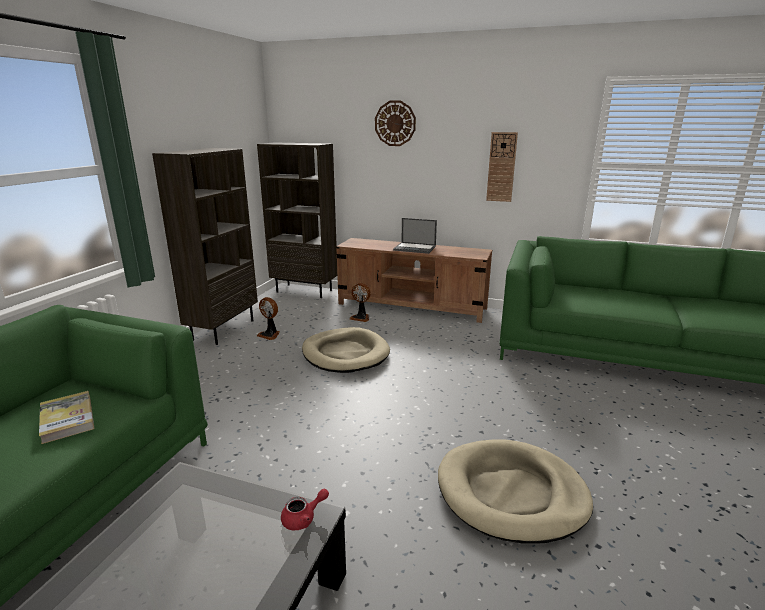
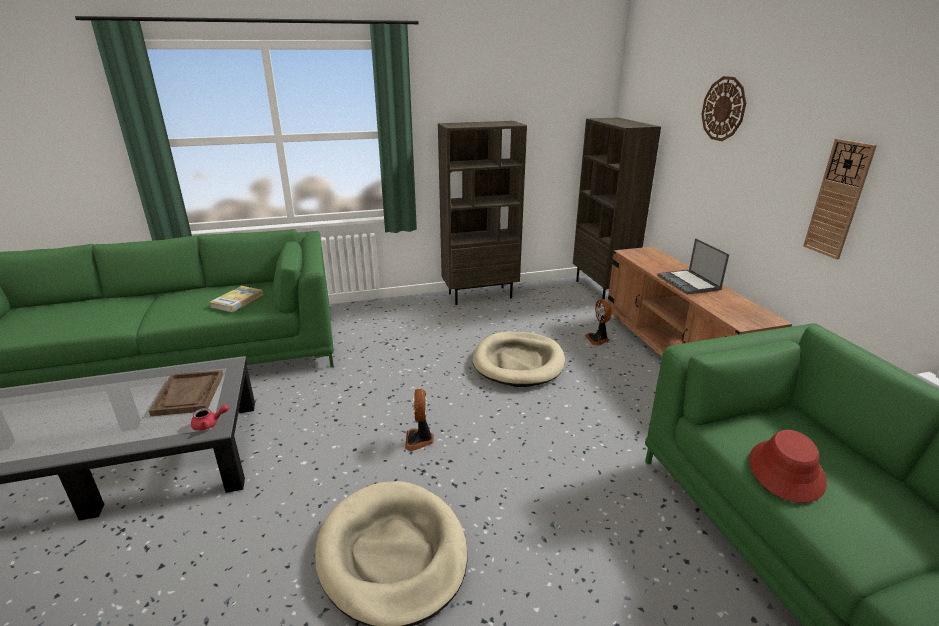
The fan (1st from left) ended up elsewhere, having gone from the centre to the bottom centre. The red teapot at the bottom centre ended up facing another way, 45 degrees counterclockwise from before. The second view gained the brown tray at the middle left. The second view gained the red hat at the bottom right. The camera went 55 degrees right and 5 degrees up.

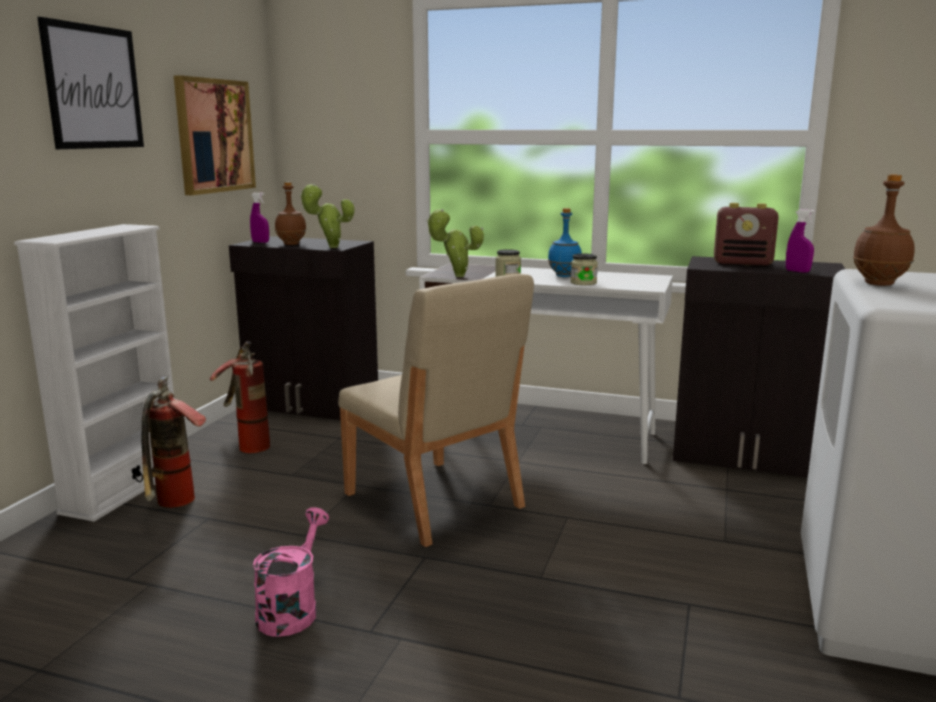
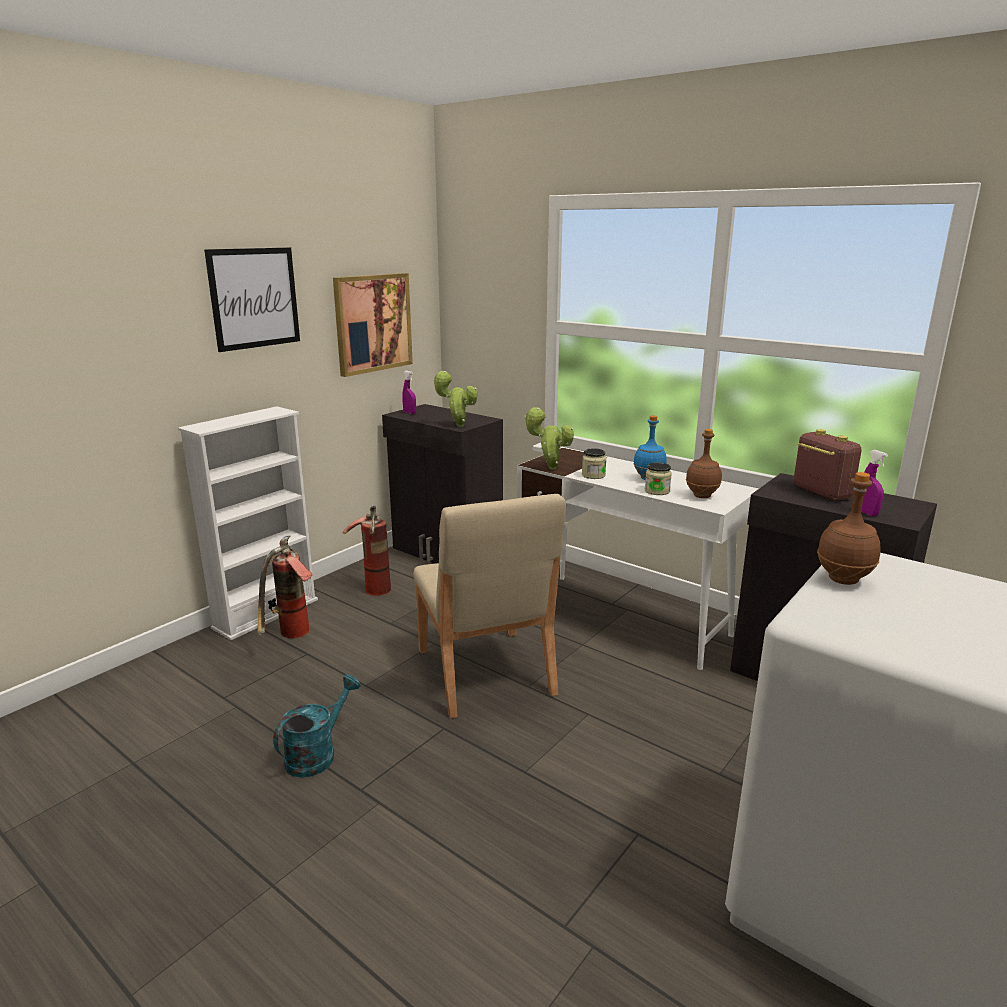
The brown bottle (1st from left) ended up elsewhere, having gone from the top left to the middle right. The radio at the middle right ended up facing another way, 150 degrees counterclockwise from before. What was the pink watering can at the bottom left turned into the turquoise watering can at the bottom left. The camera went 20 degrees right and 5 degrees up.

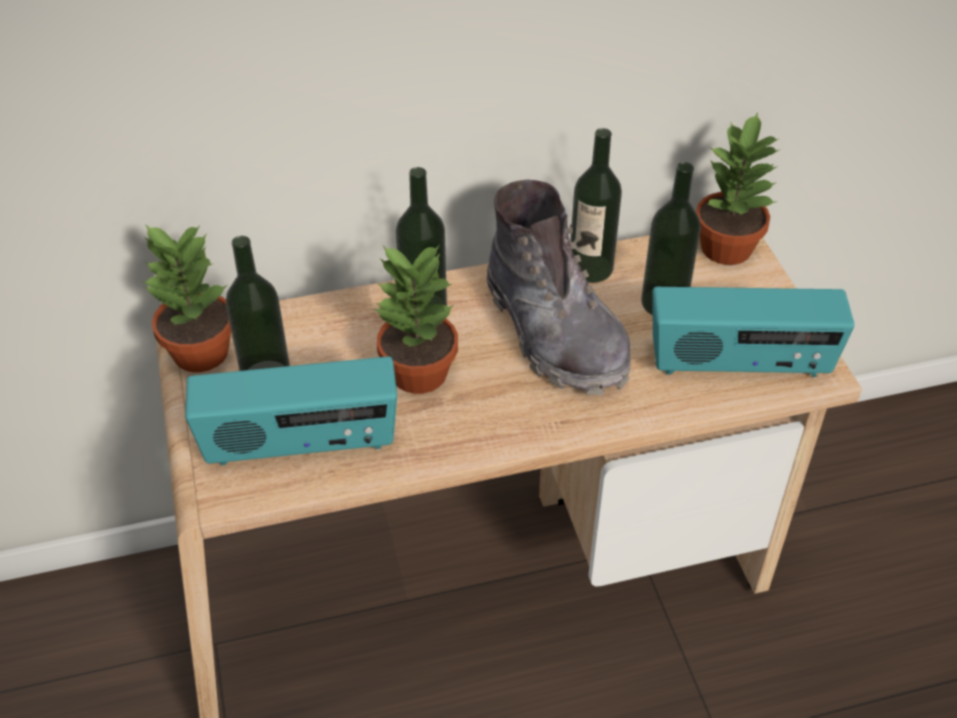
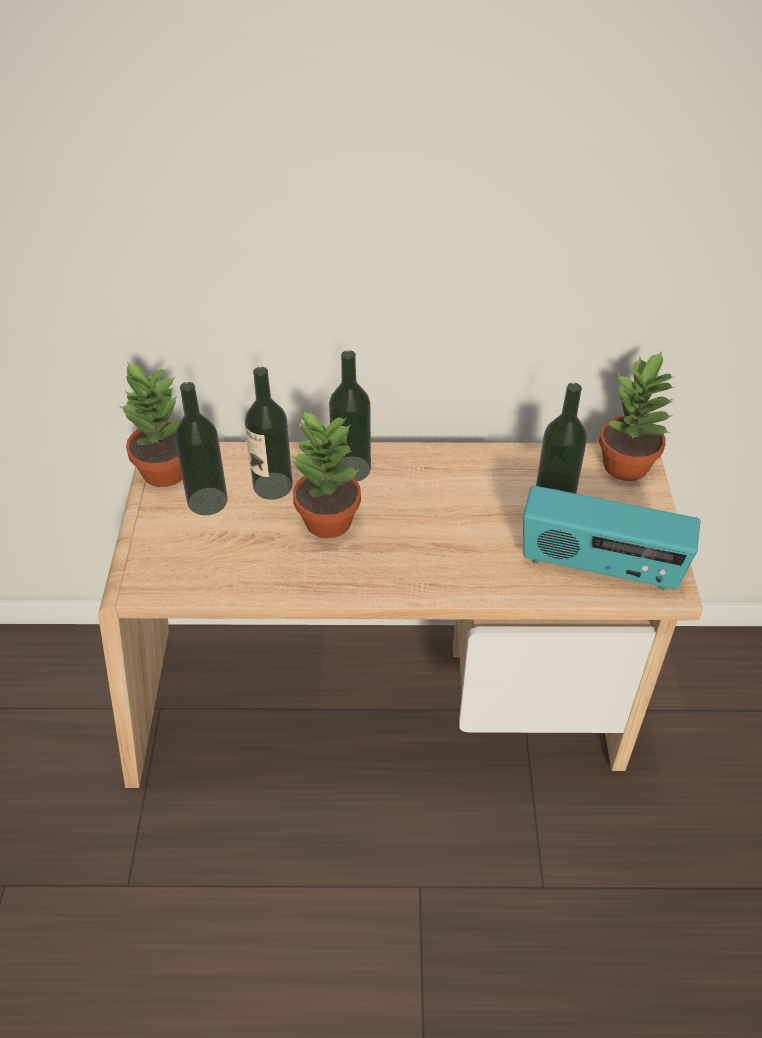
The bottle (3rd from left in the first image) ended up elsewhere, having gone from the top centre to the centre. The second view lost the grey boot at the centre. The second view lost the radio (1st from left) at the middle left. The camera went 15 degrees right and 0 degrees up.

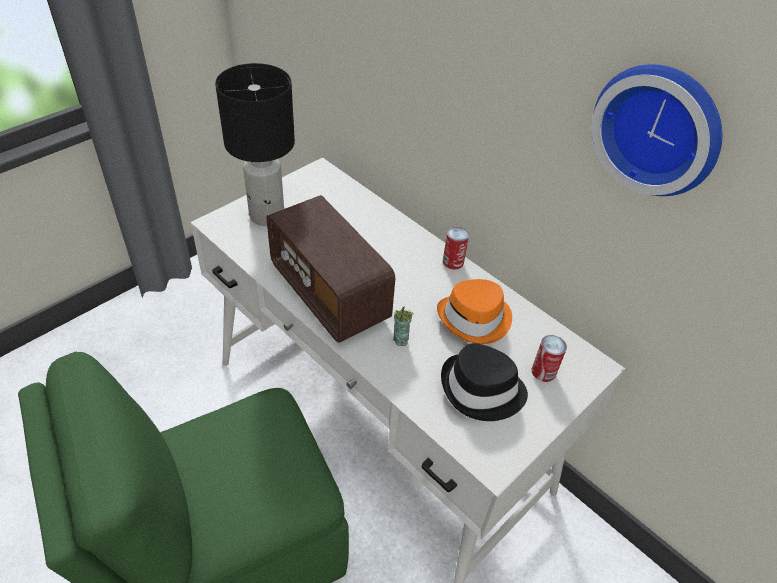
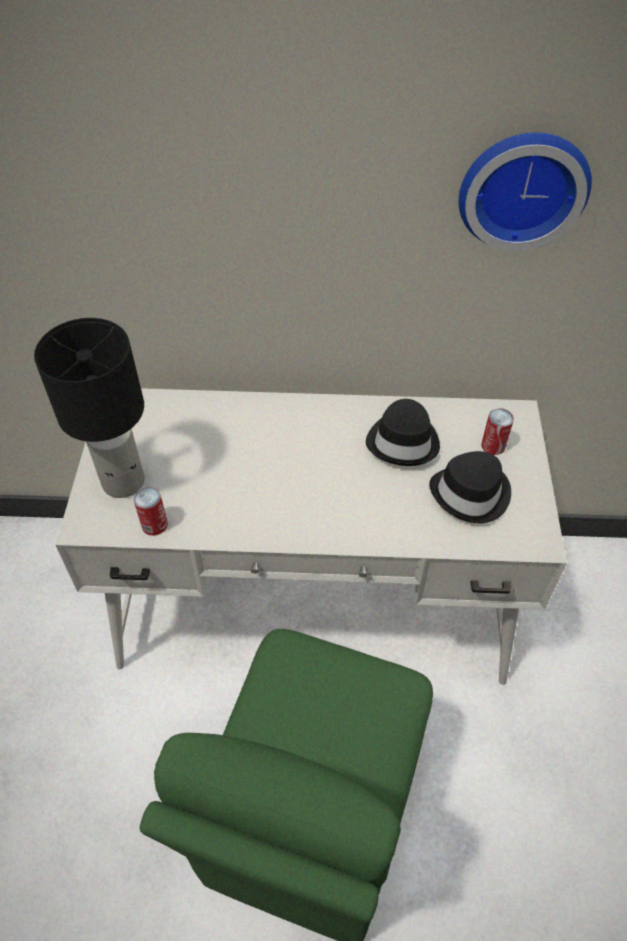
The second view lost the radio at the centre. The can (1st from left) ended up elsewhere, having gone from the centre to the middle left. What was the orange hat at the centre turned into the black hat (1st from left) at the centre. The second view lost the cup at the centre. The camera went 40 degrees left and 5 degrees up.

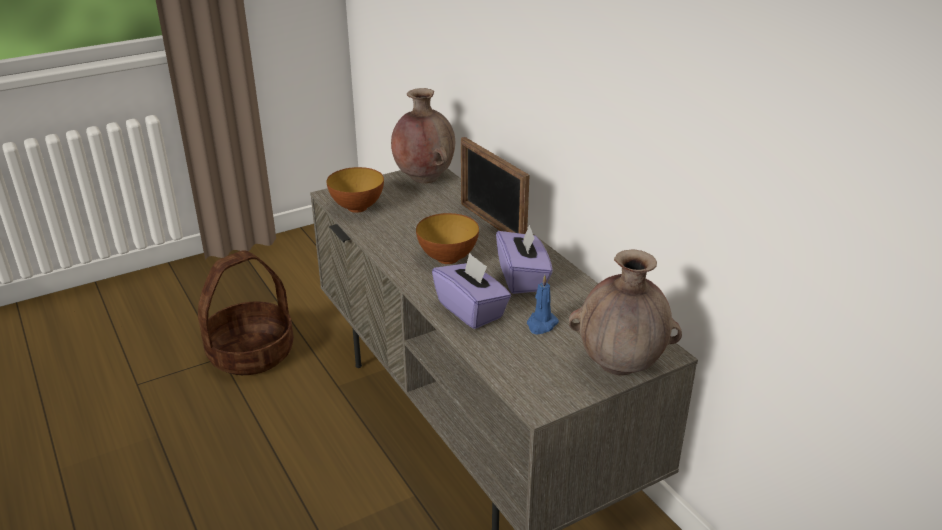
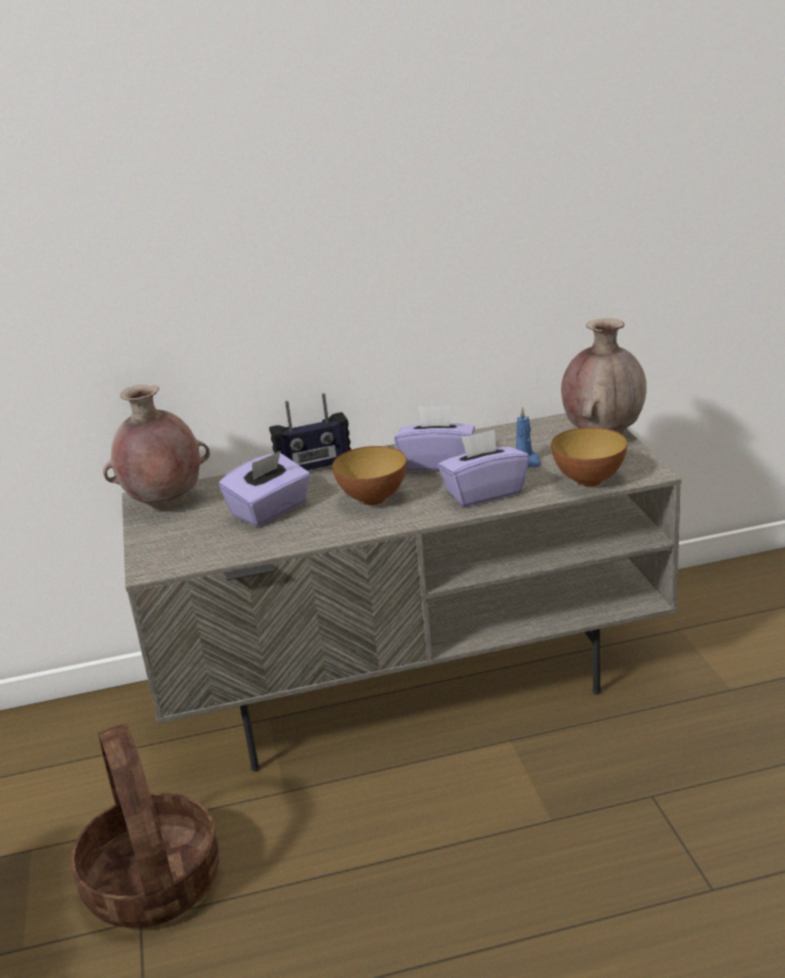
Where the picture frame stood at the centre, the radio came to stand at the centre. The bowl (1st from left in the first image) ended up elsewhere, having gone from the centre to the middle right. The second view gained the purple tissue box (1st from left) at the centre. The camera went 70 degrees left and 5 degrees down.

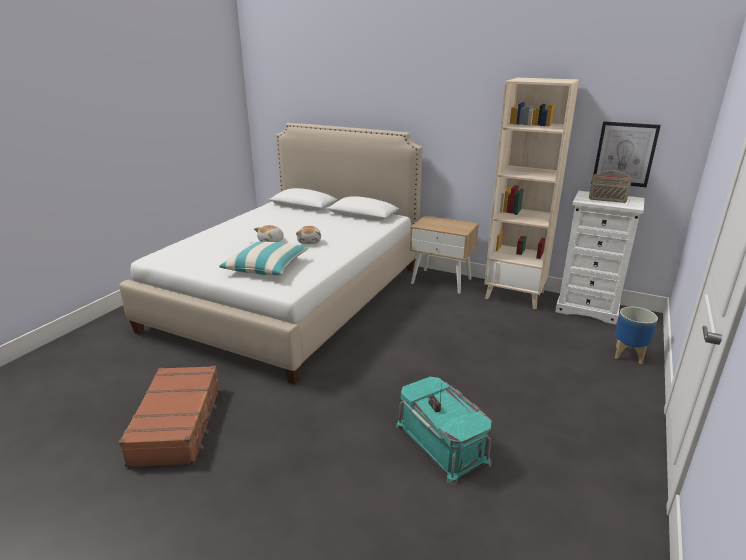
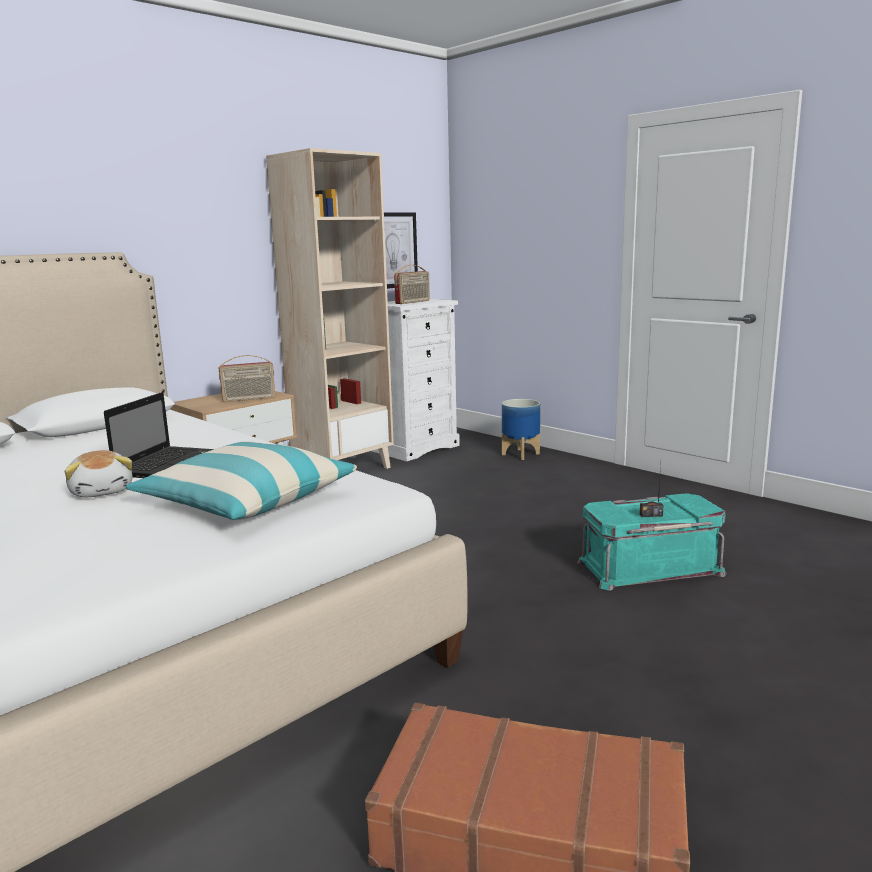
Where the plush toy (2nd from left) stood at the centre, the laptop came to stand at the middle left. The second view gained the radio (1st from left) at the middle left. The camera went 70 degrees left and 10 degrees down.

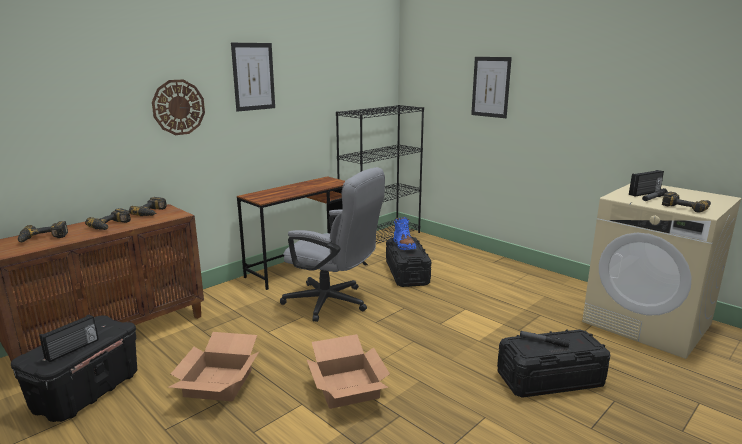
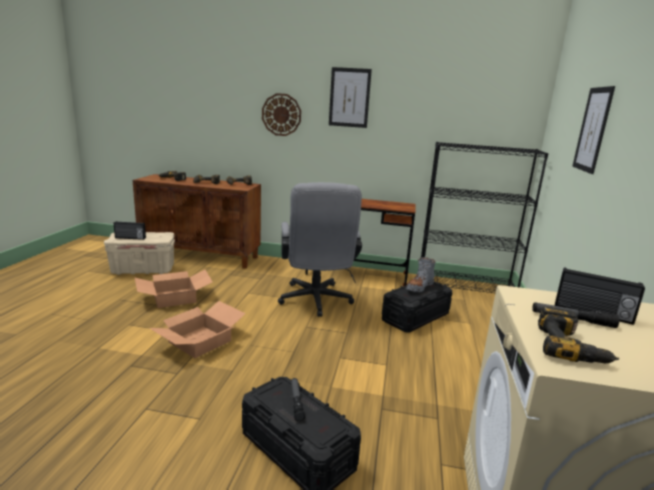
What was the blue boot at the centre turned into the grey boot at the centre. What was the black storage box (1st from left) at the bottom left turned into the beige storage box at the middle left. The camera went 55 degrees right and 0 degrees up.

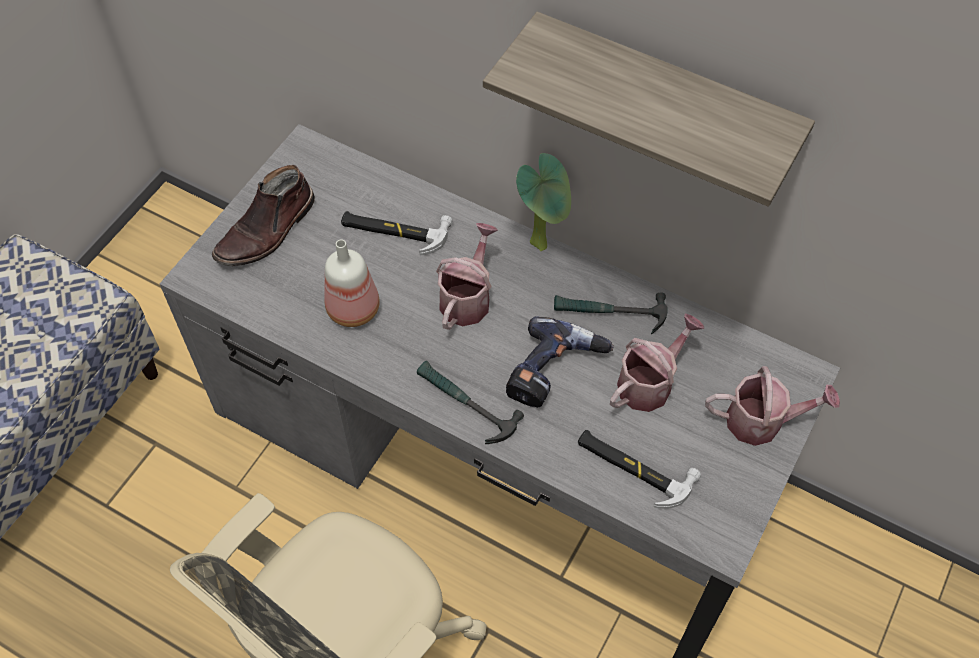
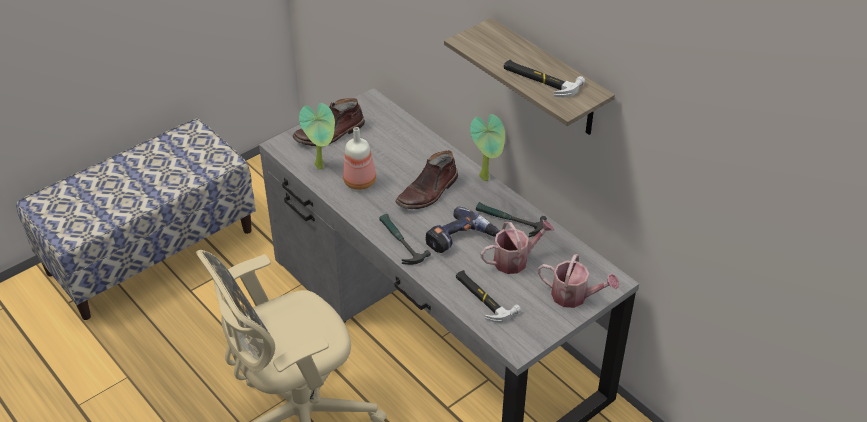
The hammer (1st from left in the first image) ended up elsewhere, having gone from the centre to the top centre. Where the watering can (1st from left) stood at the centre, the brown boot (2nd from left) came to stand at the centre. The second view gained the potted plant (1st from left) at the top centre. The camera went 20 degrees right and 15 degrees down.

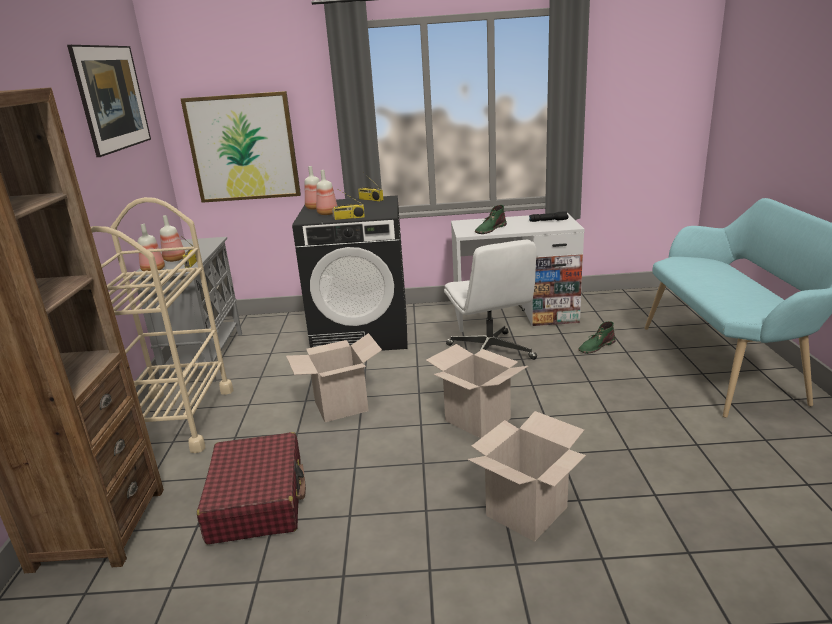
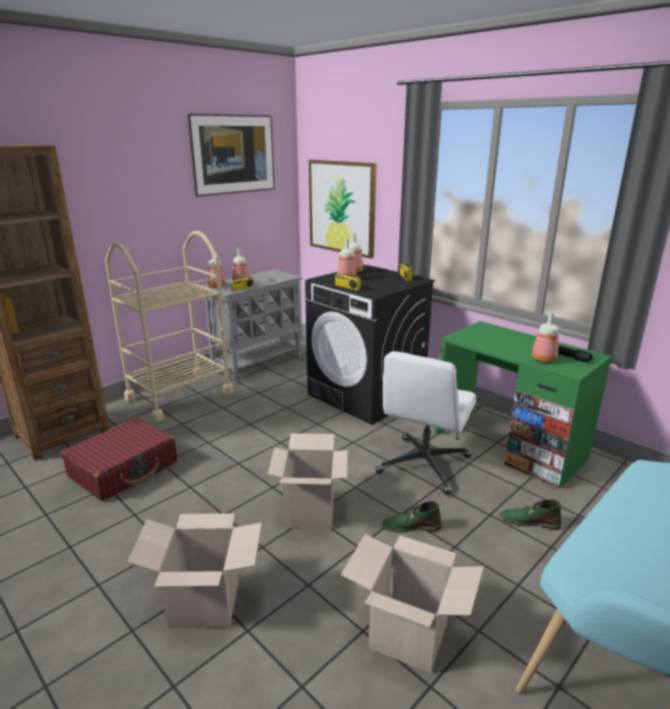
The green boot (1st from left) ended up elsewhere, having gone from the centre to the bottom centre. What was the white desk at the centre turned into the green desk at the middle right. The cardboard box (1st from left in the first image) ended up elsewhere, having gone from the centre to the bottom centre. The second view gained the bottle (5th from left) at the middle right. The camera went 45 degrees right and 0 degrees up.

